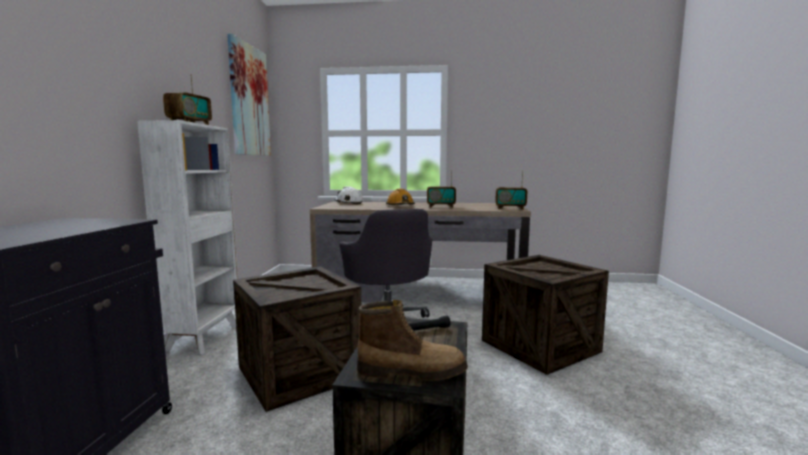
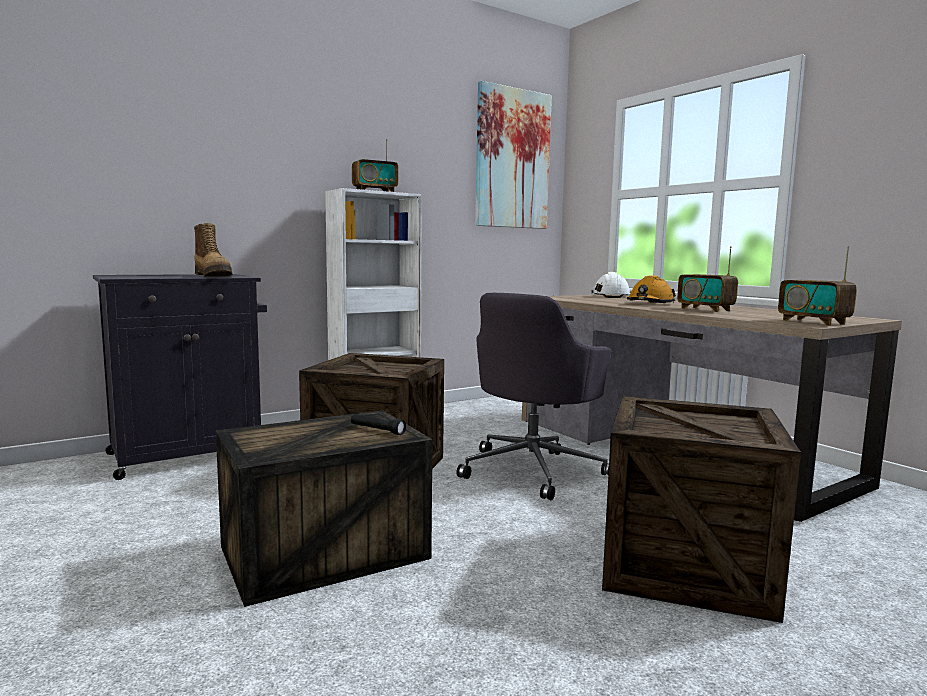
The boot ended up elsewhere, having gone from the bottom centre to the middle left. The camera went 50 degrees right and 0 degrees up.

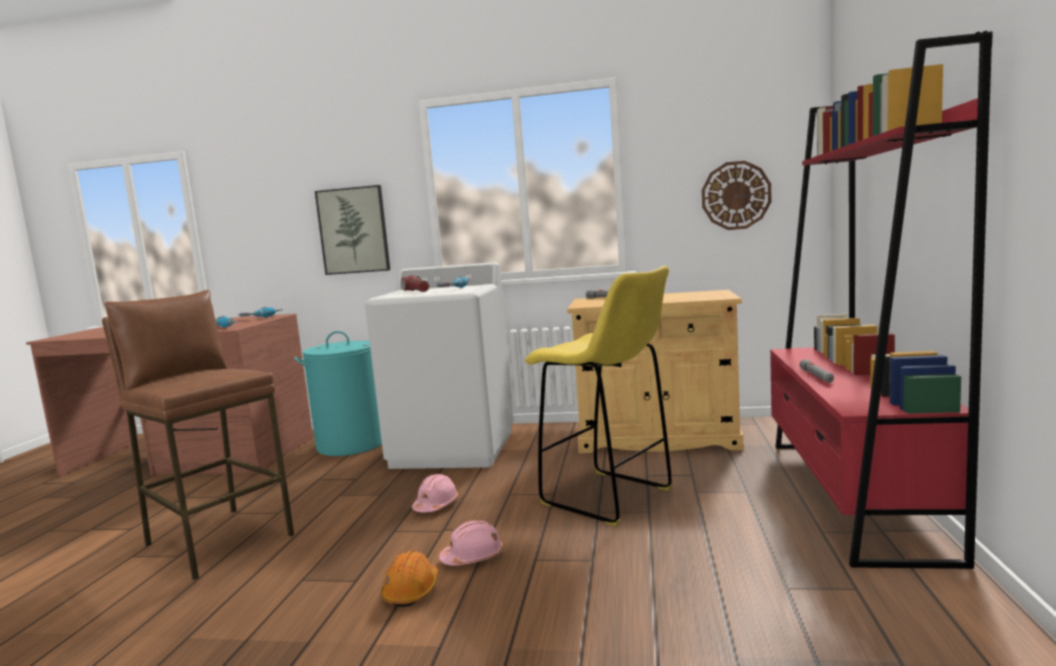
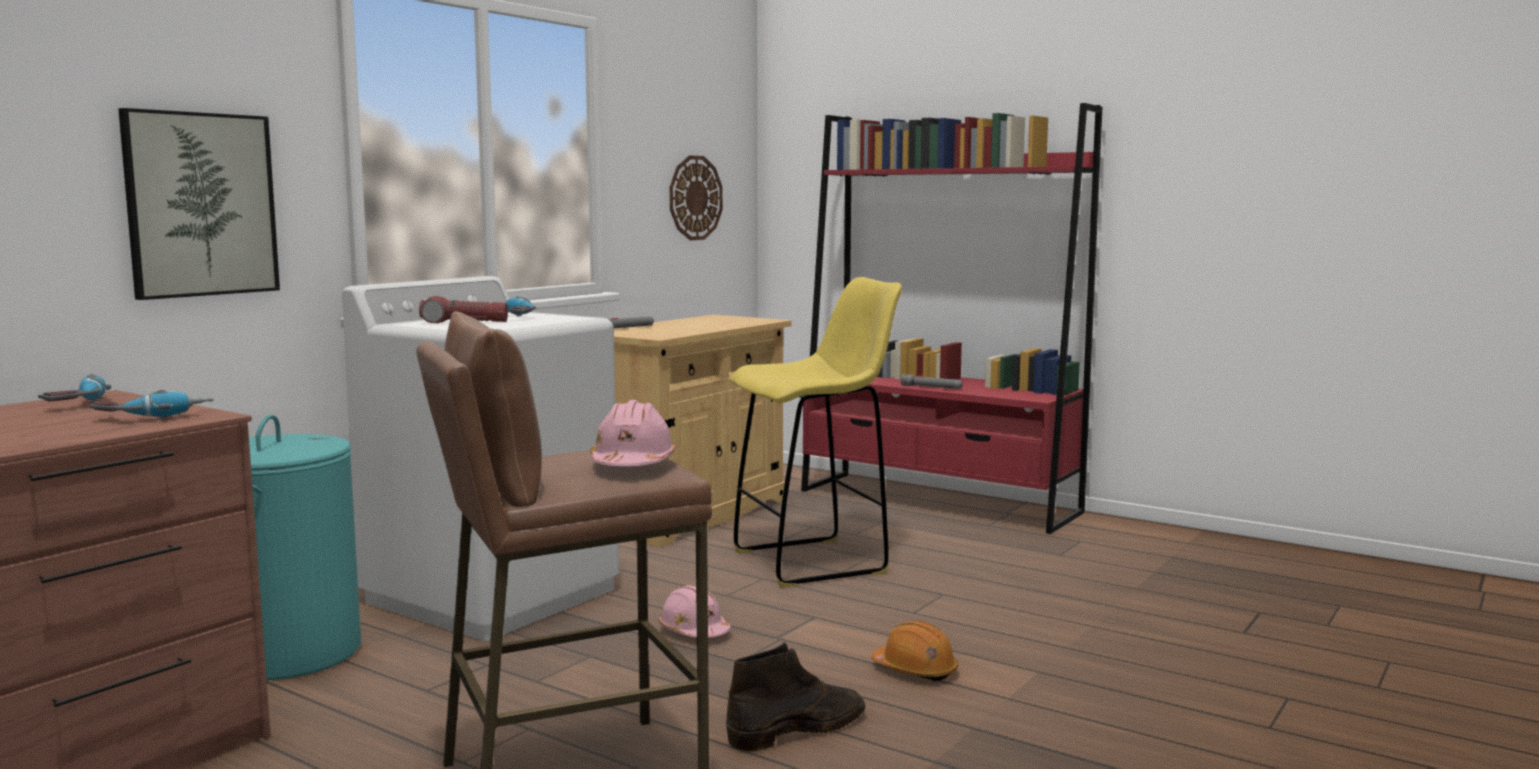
The pink hard hat (2nd from left in the first image) ended up elsewhere, having gone from the bottom centre to the centre. The second view gained the brown boot at the bottom centre. The camera went 65 degrees left and 0 degrees up.

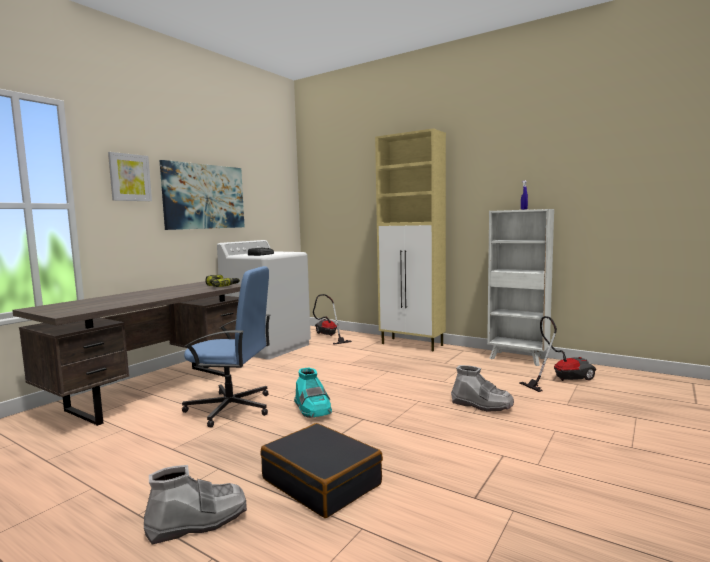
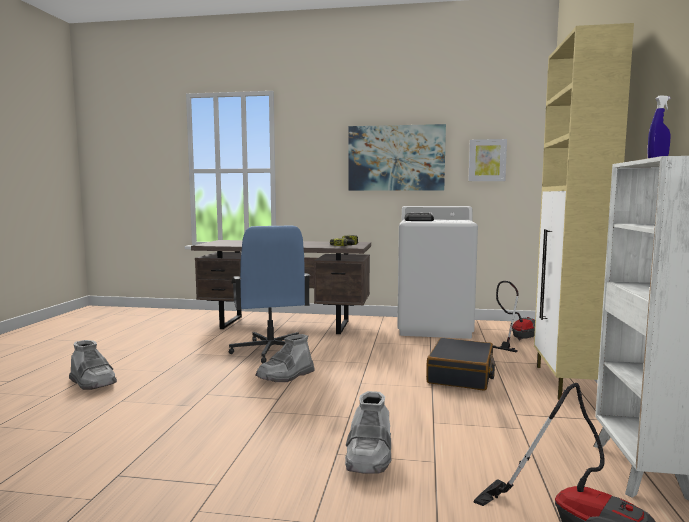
The picture (1st from left in the first image) ended up elsewhere, having gone from the top left to the top right. What was the turquoise boot at the bottom centre turned into the grey boot (2nd from left) at the bottom centre. The black suitcase ended up elsewhere, having gone from the bottom centre to the bottom right. The camera went 65 degrees right and 0 degrees up.

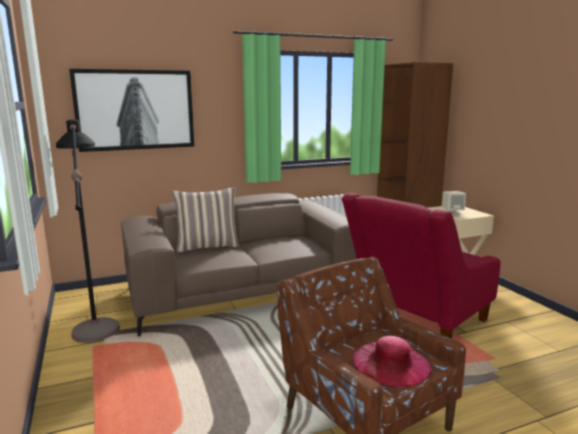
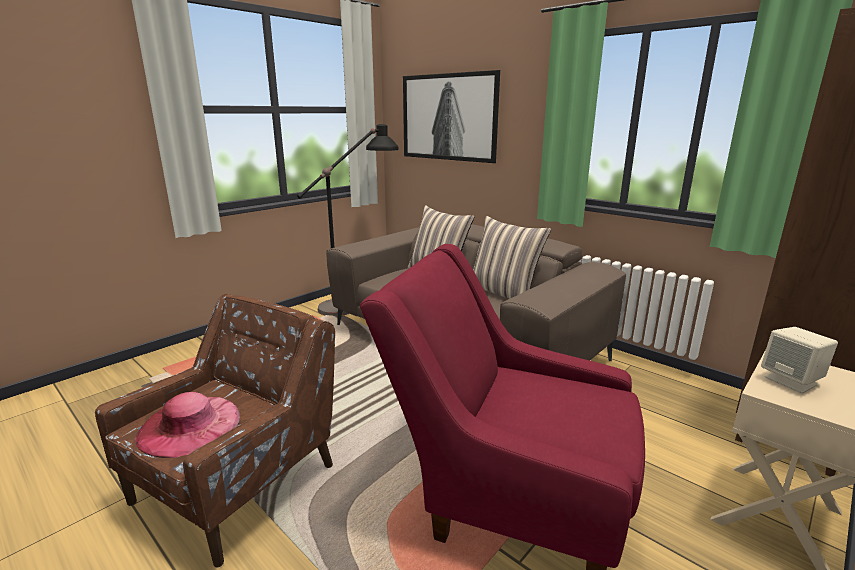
The second view gained the pillow (2nd from left) at the centre. The camera went 65 degrees right and 5 degrees up.

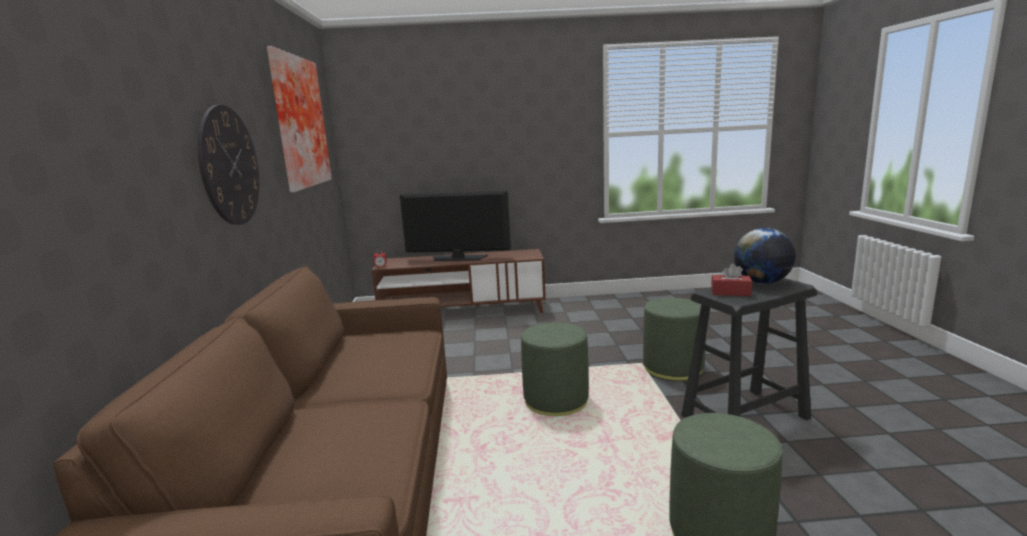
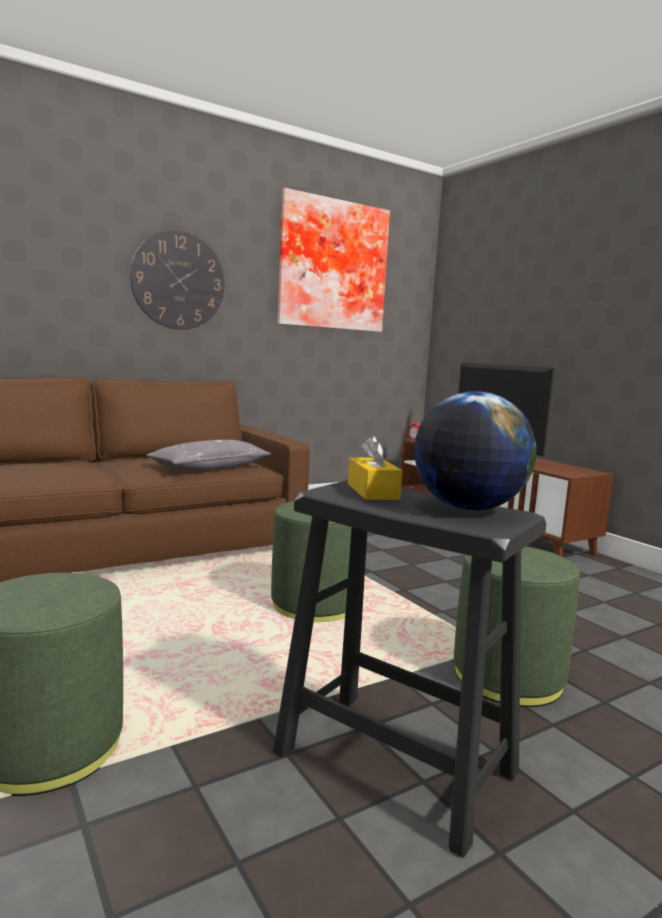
What was the red tissue box at the middle right turned into the yellow tissue box at the centre. The second view gained the grey pillow at the middle left. The camera went 60 degrees right and 5 degrees down.

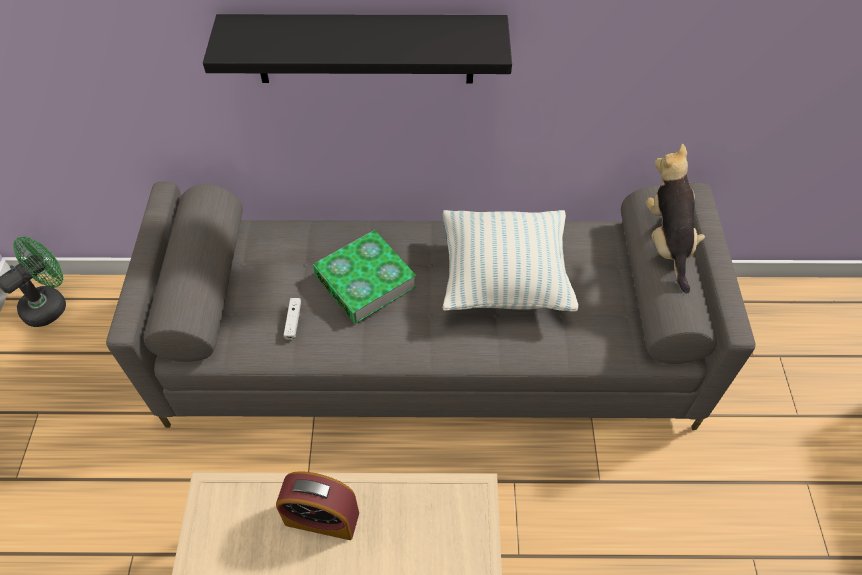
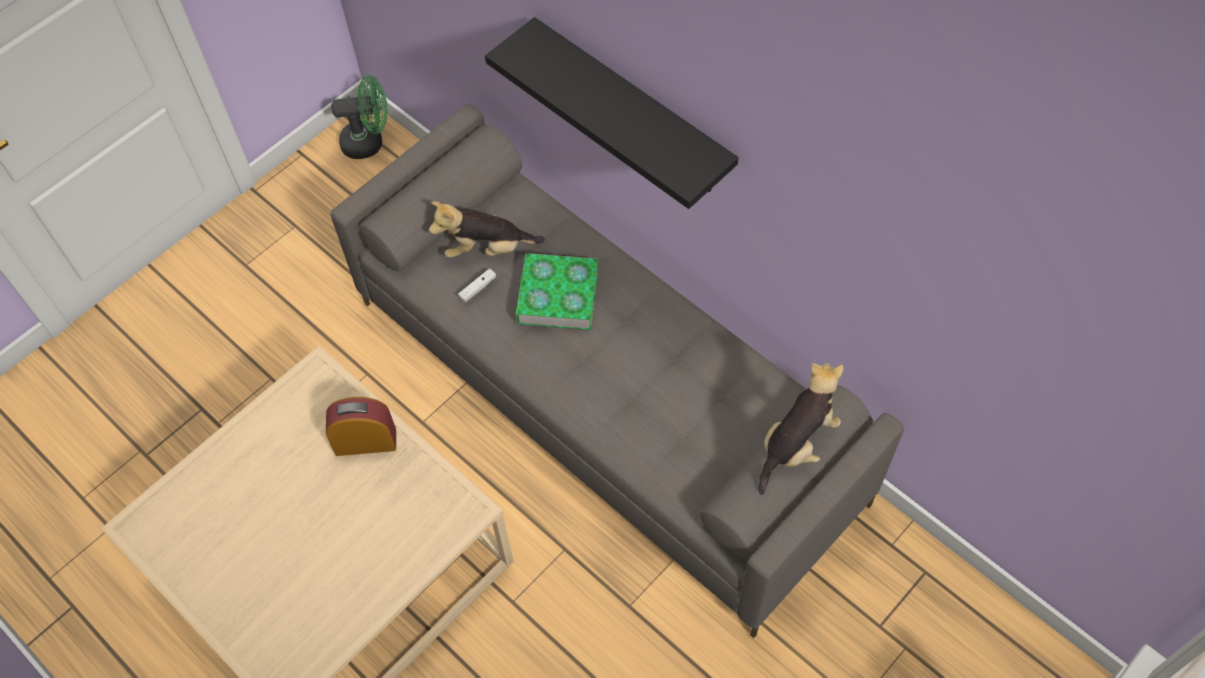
The second view lost the pillow at the centre. The alarm clock at the bottom centre ended up facing another way, 120 degrees clockwise from before. The second view gained the plush toy (1st from left) at the centre. The camera went 45 degrees right and 5 degrees up.

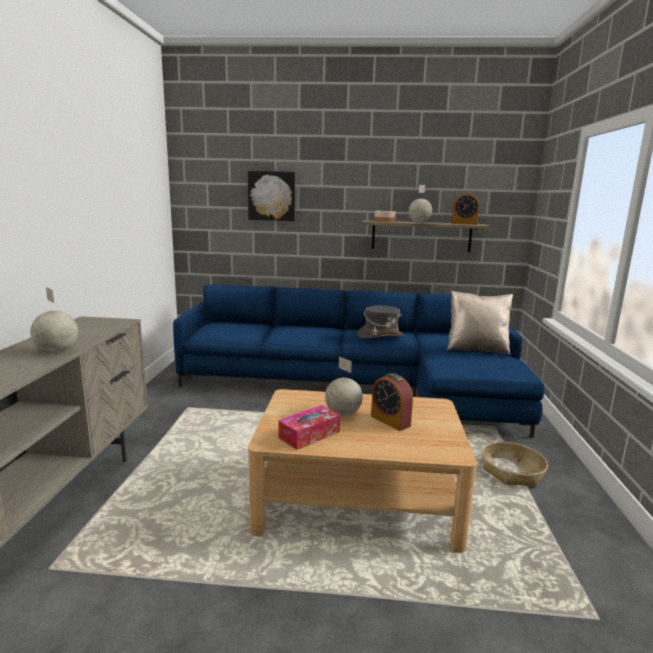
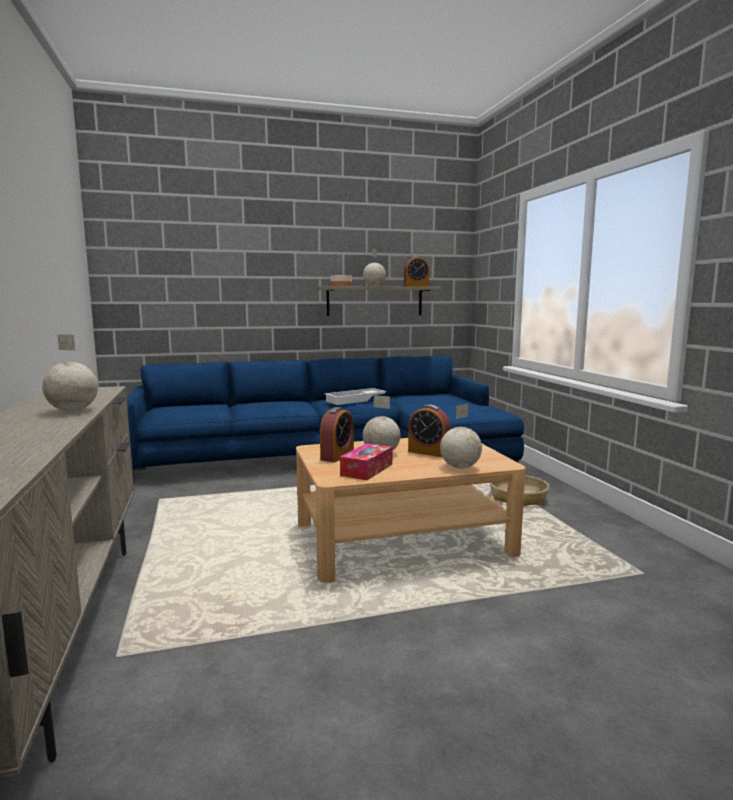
The second view lost the picture at the top centre. The second view lost the beige pillow at the middle right. Where the grey hat stood at the centre, the white tray came to stand at the centre. The second view gained the globe (4th from left) at the centre. The second view gained the alarm clock (1st from left) at the centre. The camera went 20 degrees left and 5 degrees down.

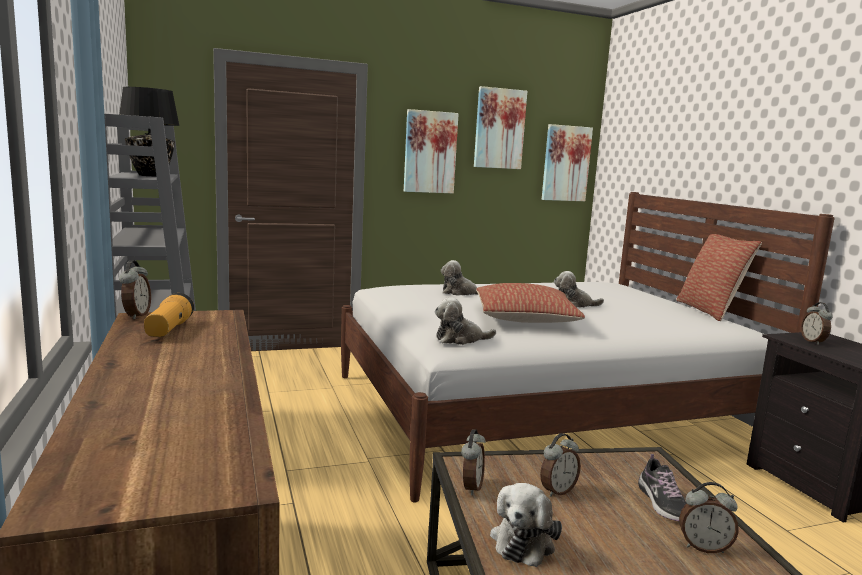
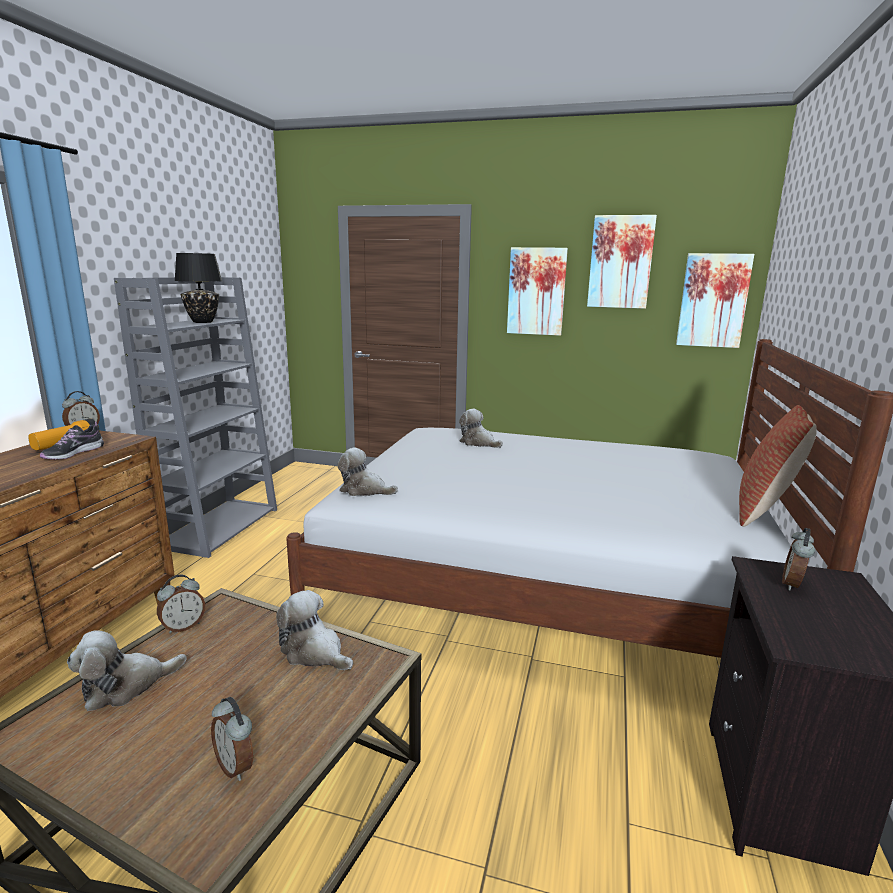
The plush toy (4th from left in the first image) ended up elsewhere, having gone from the middle right to the bottom centre. The second view lost the pillow (1st from left) at the centre. The second view lost the alarm clock (3rd from left) at the bottom centre. The shoe ended up elsewhere, having gone from the bottom right to the middle left. The camera went 35 degrees right and 5 degrees up.

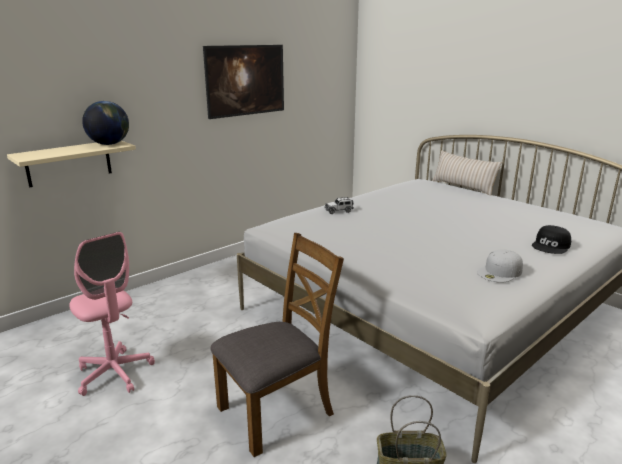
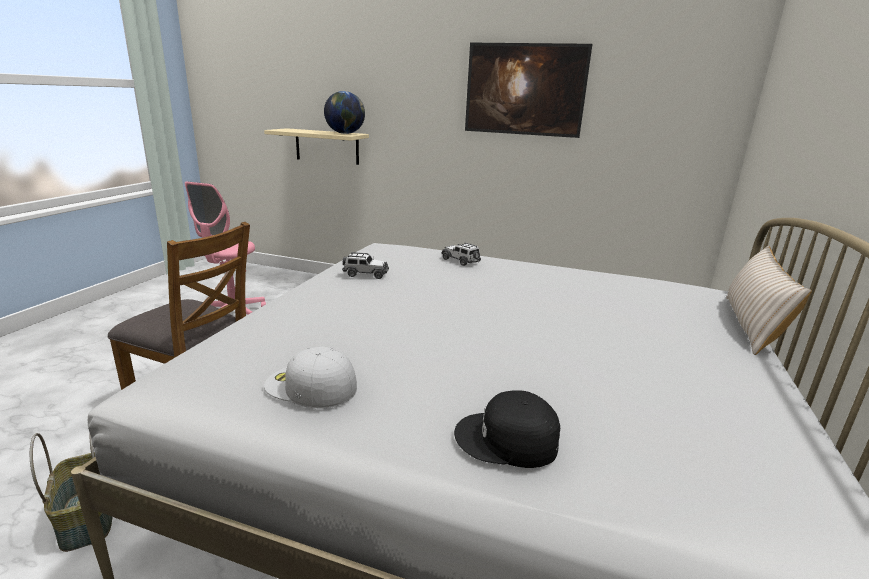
The second view gained the toy car (1st from left) at the centre. The camera went 60 degrees right and 0 degrees up.

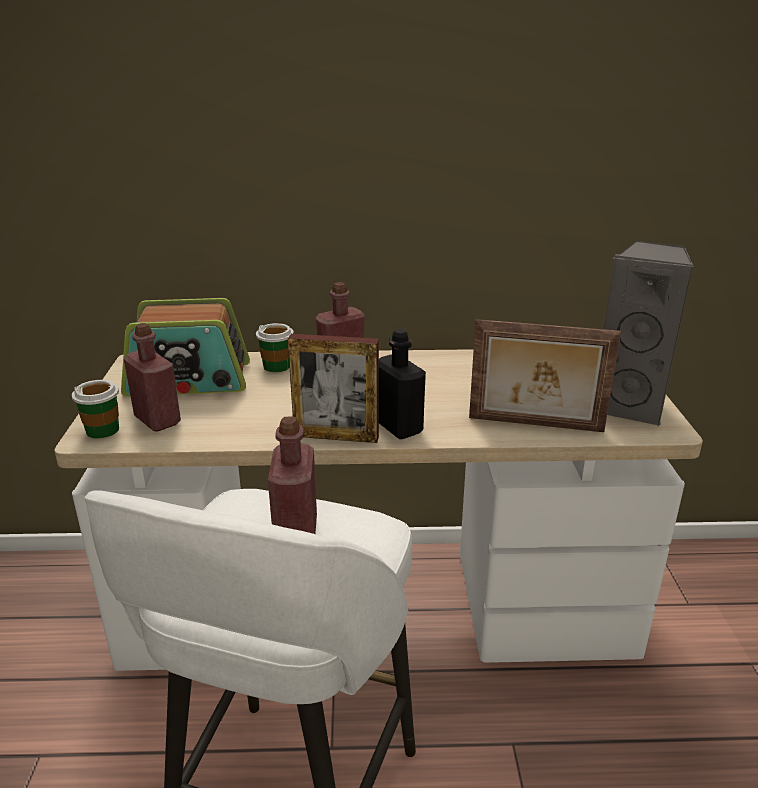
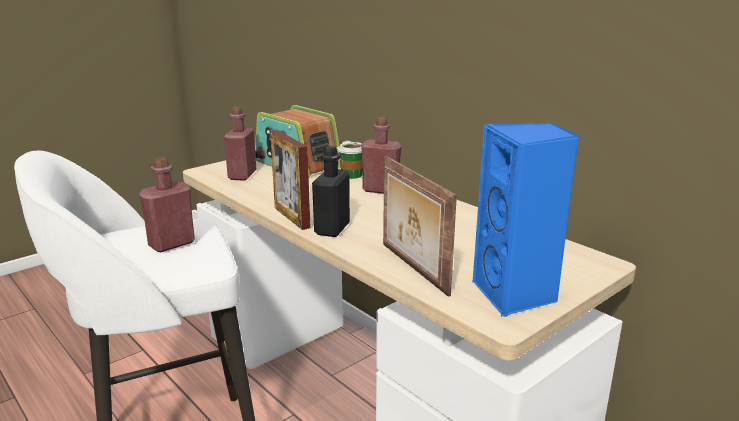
What was the grey speaker at the middle right turned into the blue speaker at the middle right. The second view lost the cup (1st from left) at the middle left. The camera went 50 degrees right and 5 degrees down.

